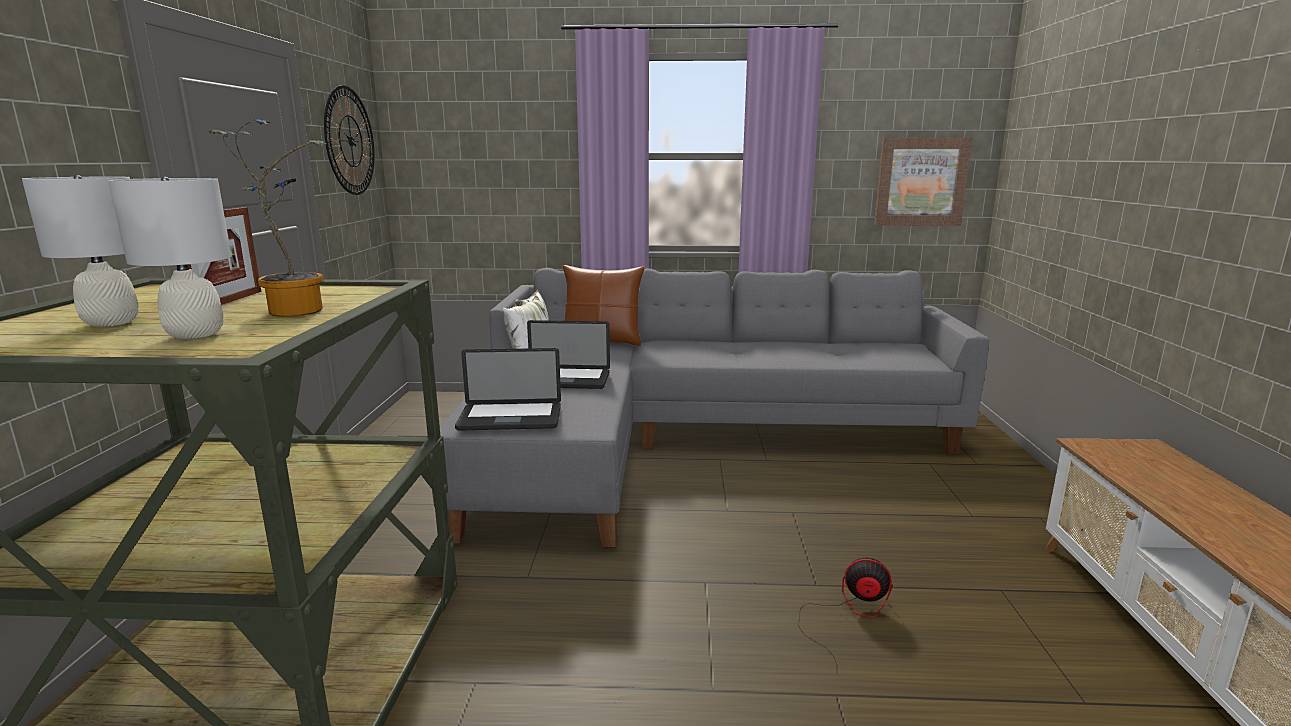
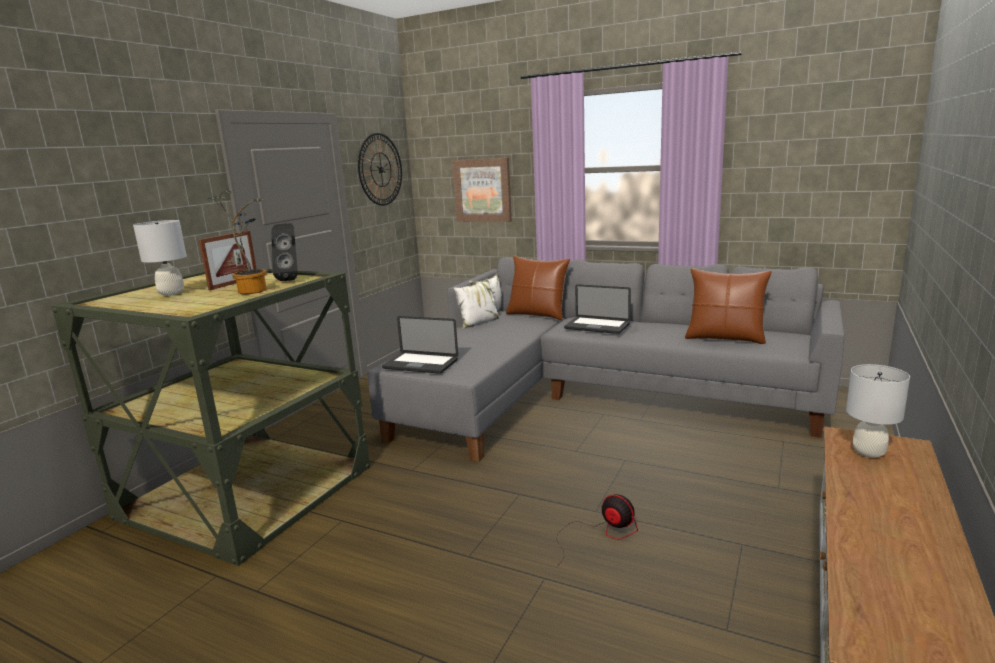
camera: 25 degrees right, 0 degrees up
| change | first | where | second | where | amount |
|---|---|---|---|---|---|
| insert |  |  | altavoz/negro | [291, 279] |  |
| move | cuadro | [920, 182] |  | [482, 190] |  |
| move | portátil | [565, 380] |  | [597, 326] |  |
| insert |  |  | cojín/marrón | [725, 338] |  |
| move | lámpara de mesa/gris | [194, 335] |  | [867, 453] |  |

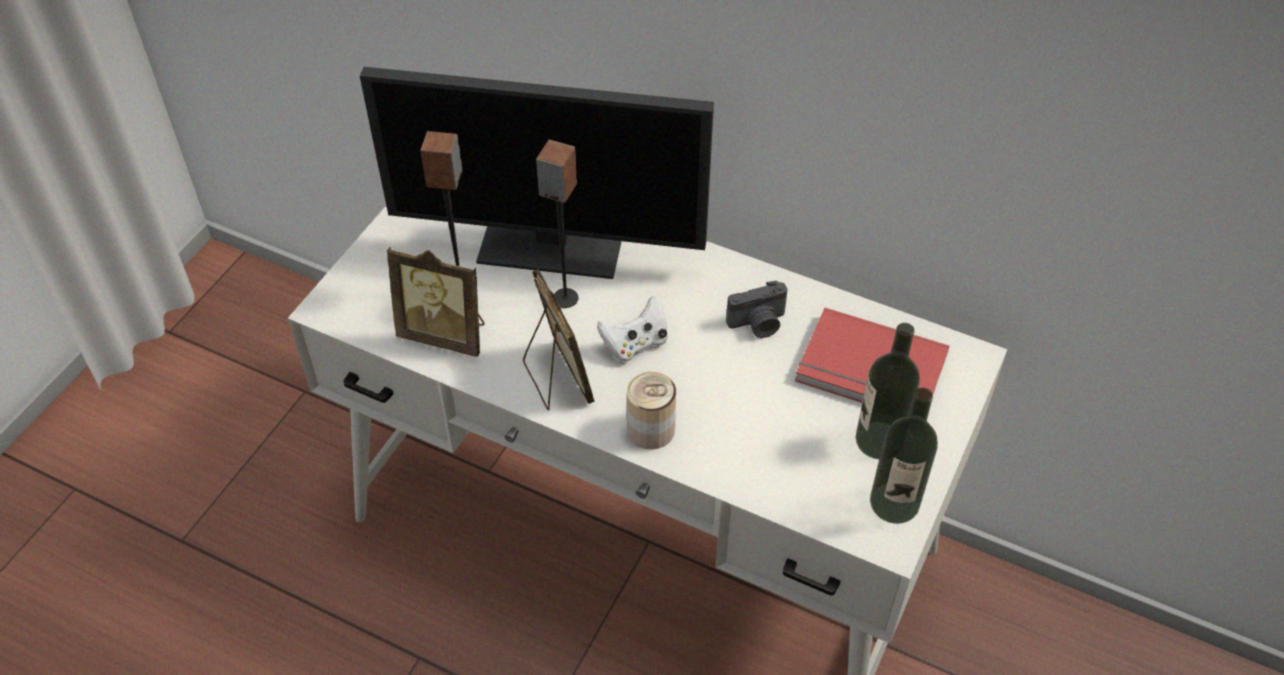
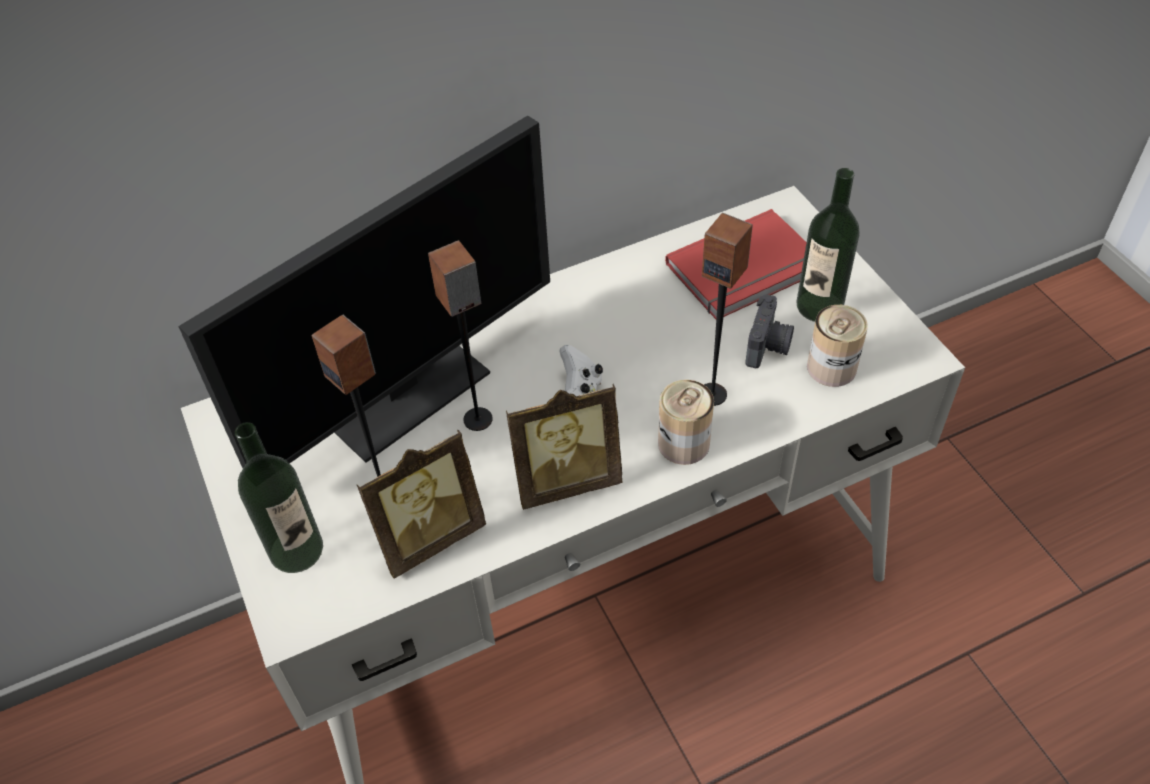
camera: 50 degrees left, 0 degrees up
| change | first | where | second | where | amount |
|---|---|---|---|---|---|
| move | botella | [894, 503] |  | [296, 550] |  |
| rotate | portarretratos | [556, 379] |  | [566, 480] | 150 degrees clockwise |
| insert |  |  | altavoz | [712, 394] |  |
| move | cámara | [758, 324] |  | [768, 346] |  |
| insert |  |  | lata | [831, 367] |  |

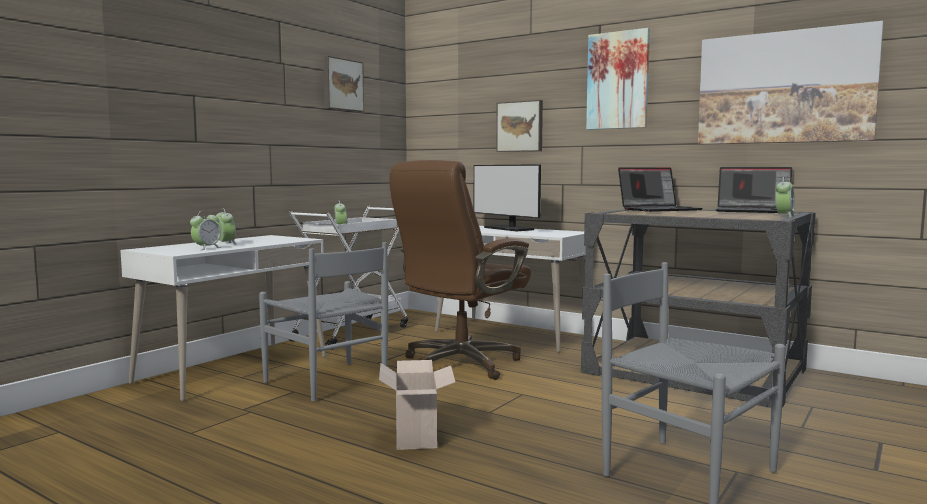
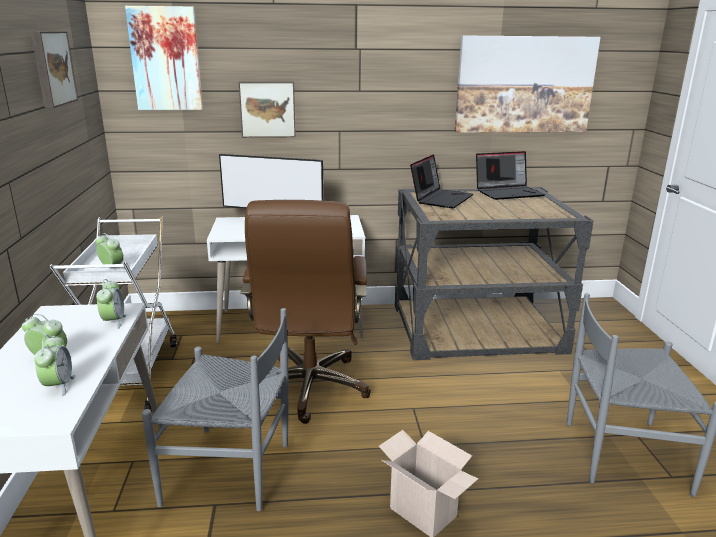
camera: 40 degrees left, 15 degrees up
| change | first | where | second | where | amount |
|---|---|---|---|---|---|
| move | despertador | [784, 216] |  | [113, 321] |  |
| move | cuadro | [618, 80] |  | [166, 59] |  |

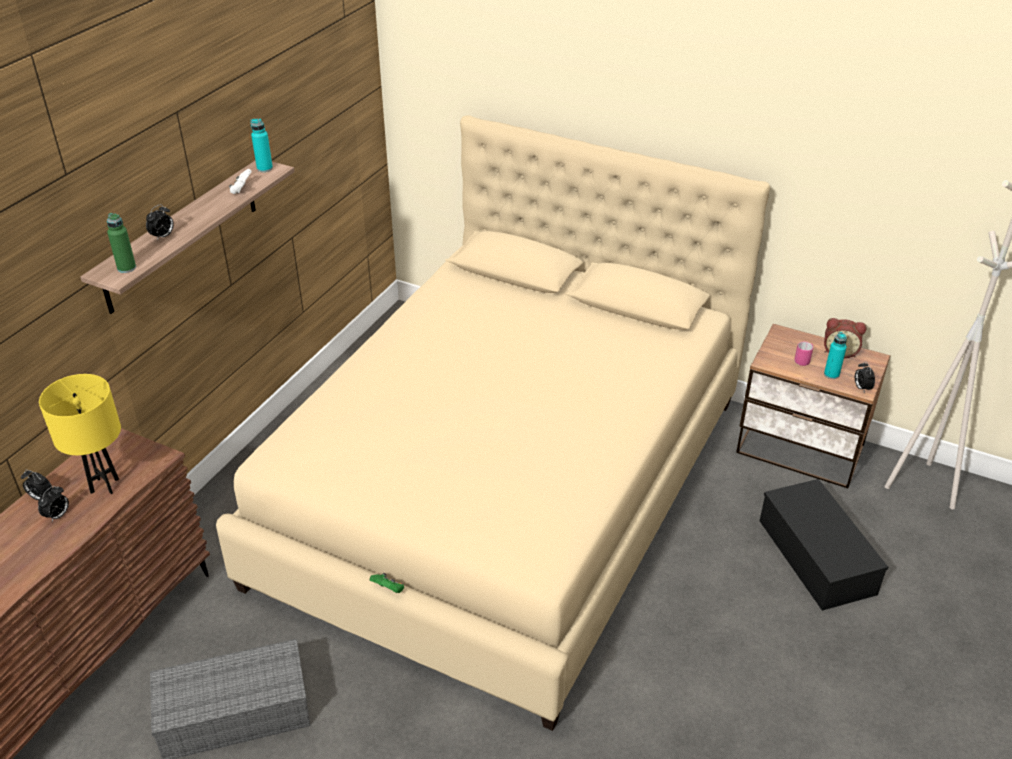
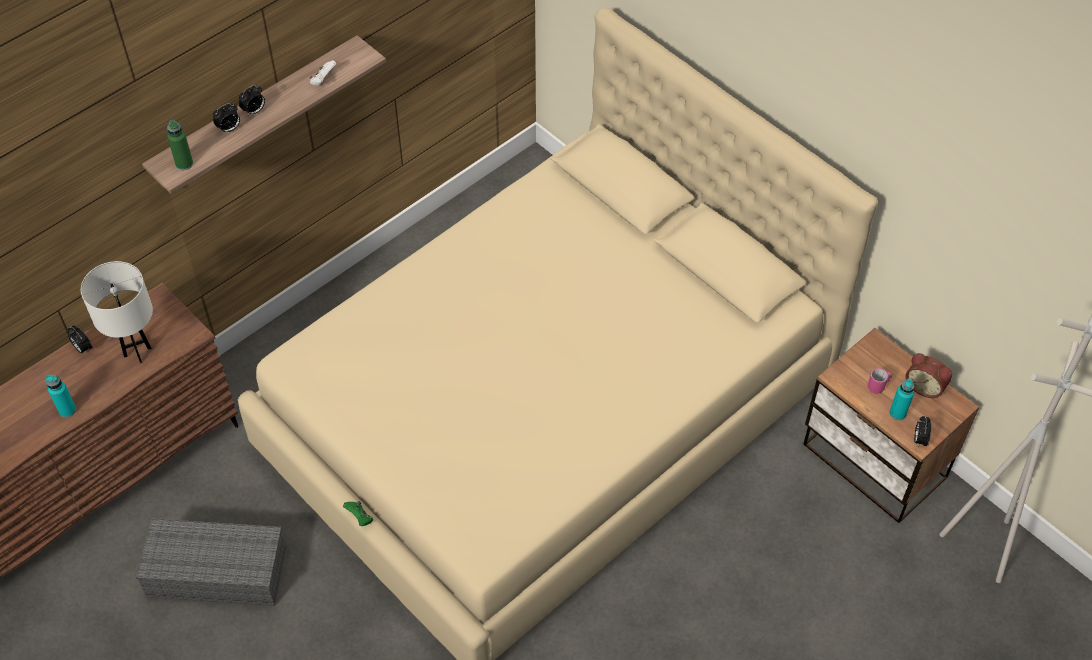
camera: 20 degrees right, 15 degrees up
| change | first | where | second | where | amount |
|---|---|---|---|---|---|
| move | botella/turquesa | [264, 168] |  | [67, 410] |  |
| recolor | lámpara de mesa/amarillo | [105, 486] | lámpara de mesa/blanco | [138, 352] |  |
| move | despertador | [58, 516] |  | [254, 111] |  |
| delete | caja de almacenaje/negro | [818, 557] |  |  |  |

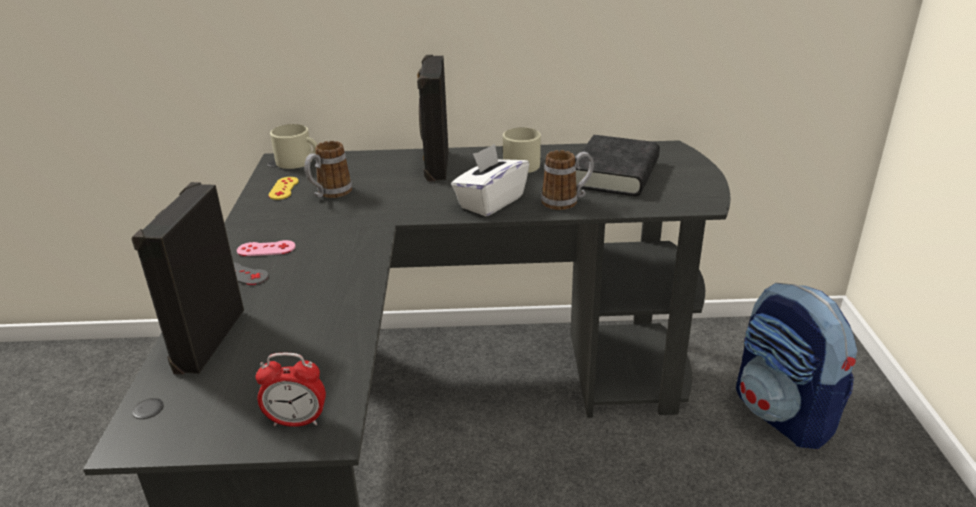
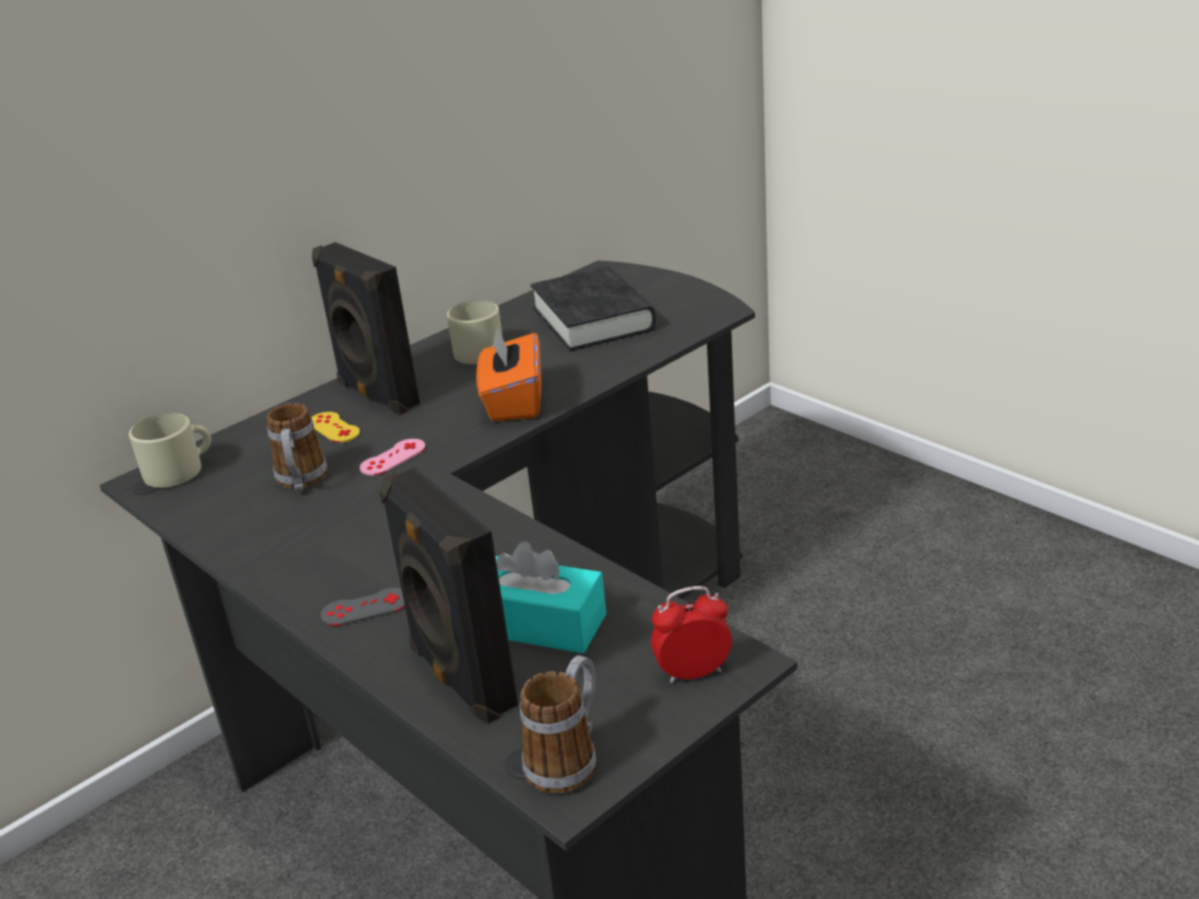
camera: 40 degrees left, 0 degrees up
| change | first | where | second | where | amount |
|---|---|---|---|---|---|
| move | mando de consola/amarillo | [284, 188] |  | [334, 428] |  |
| move | mando de consola/rosa | [266, 249] |  | [393, 457] |  |
| recolor | caja de pañuelos/blanco | [490, 202] | caja de pañuelos/naranja | [513, 402] |  |
| insert |  |  | caja de pañuelos/turquesa | [539, 624] |  |
| move | taza grande | [566, 201] |  | [569, 758] |  |
| rotate | despertador | [297, 421] |  | [693, 673] | 150 degrees counterclockwise |
| delete | mochila | [784, 414] |  |  |  |

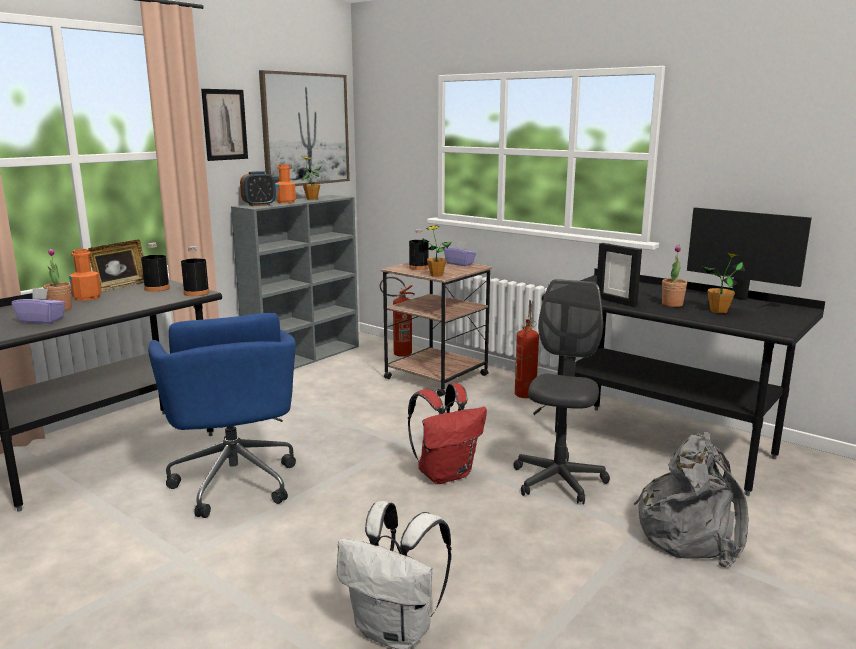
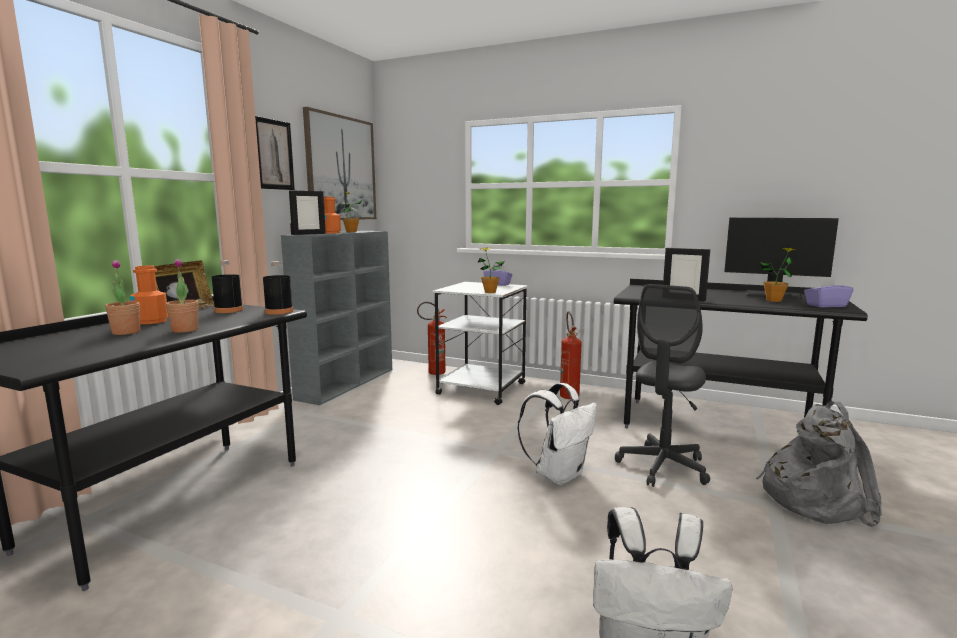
camera: 15 degrees left, 5 degrees down
| change | first | where | second | where | amount |
|---|---|---|---|---|---|
| move | planta en maceta | [672, 304] |  | [185, 330] |  |
| replace | despertador | [259, 205] | portarretratos | [308, 234] |  |
| recolor | carrito/marrón | [437, 377] | carrito/blanco | [483, 389] |  |
| recolor | mochila/rojo | [445, 474] | mochila/blanco | [559, 474] |  |
| rotate | silla de oficina/gris | [558, 481] |  | [662, 467] | 150 degrees counterclockwise |
| move | caja de pañuelos/morado | [42, 320] |  | [825, 305] |  |
| delete | silla de oficina/azul | [234, 481] |  |  |  |
| delete | botella/negro | [418, 268] |  |  |  |

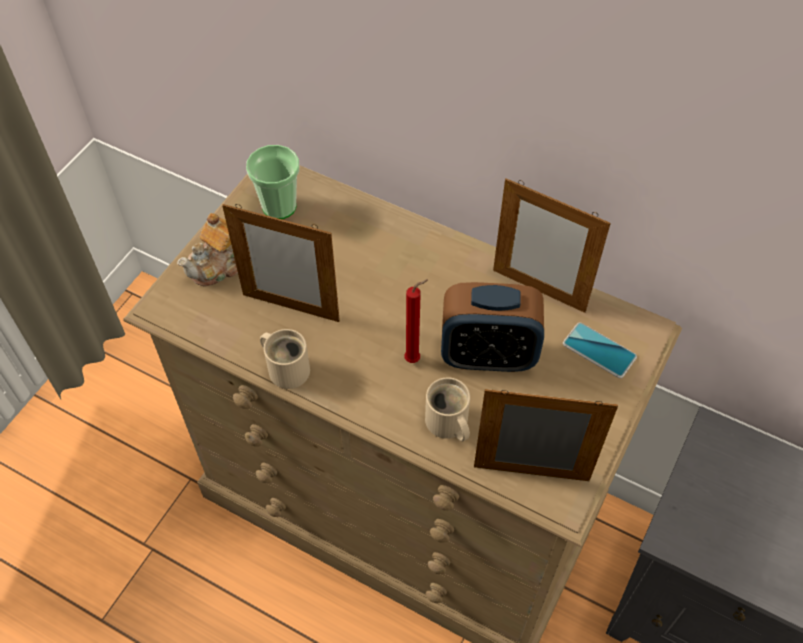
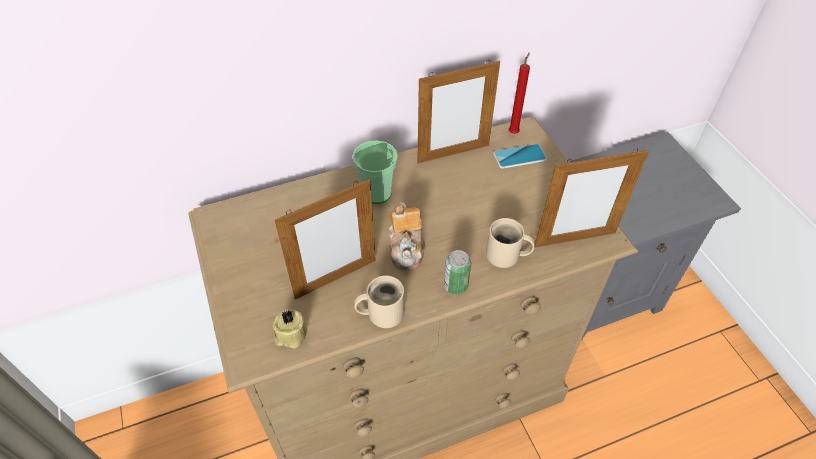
camera: 50 degrees left, 5 degrees down
| change | first | where | second | where | amount |
|---|---|---|---|---|---|
| insert |  |  | vela/beis | [290, 335] |  |
| move | taza | [279, 206] |  | [377, 193] |  |
| move | tetera | [219, 265] |  | [406, 248] |  |
| insert |  |  | lata | [455, 285] |  |
| move | vela/rojo | [415, 359] |  | [514, 132] |  |
| rotate | portarretratos | [531, 473] |  | [575, 239] | 150 degrees counterclockwise |
| delete | despertador | [488, 355] |  |  |  |

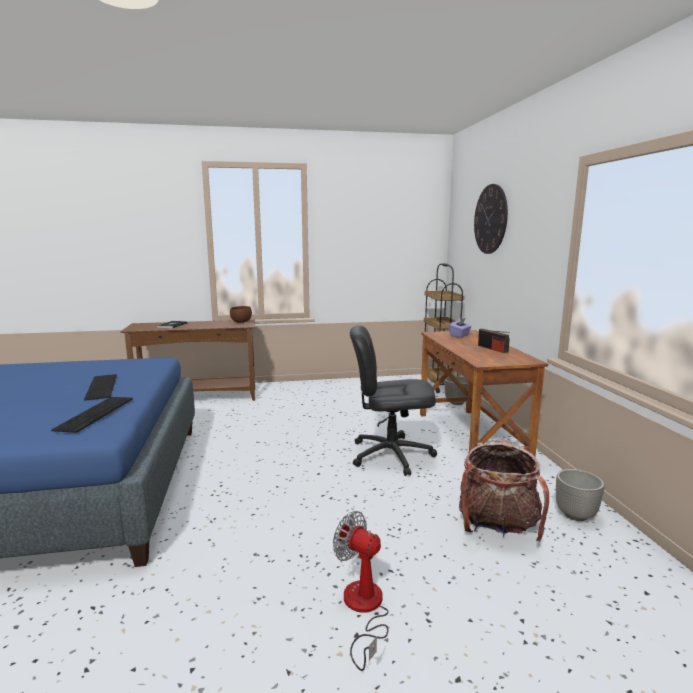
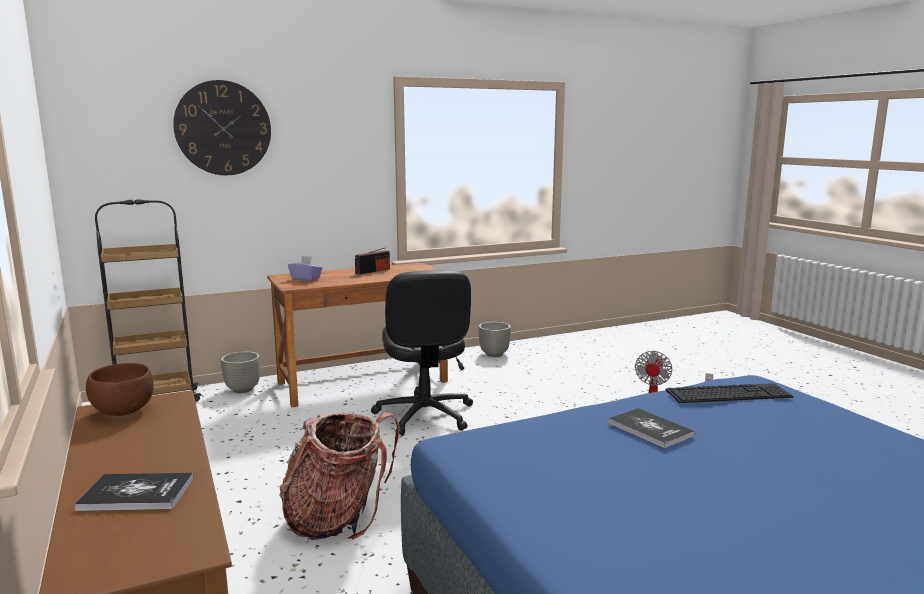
camera: 105 degrees left, 0 degrees up
| change | first | where | second | where | amount |
|---|---|---|---|---|---|
| move | mochila | [497, 527] |  | [338, 519] |  |
| replace | teclado | [101, 387] | libro | [650, 429] |  |

